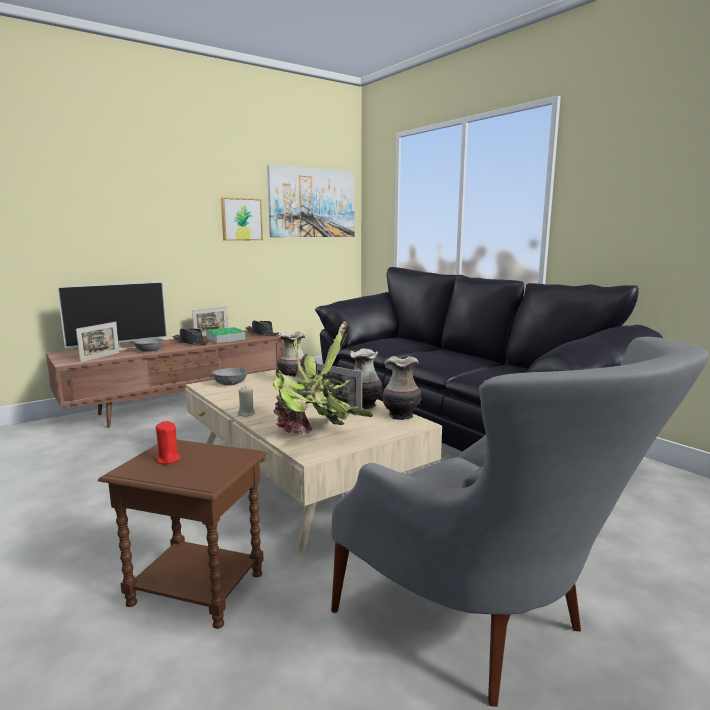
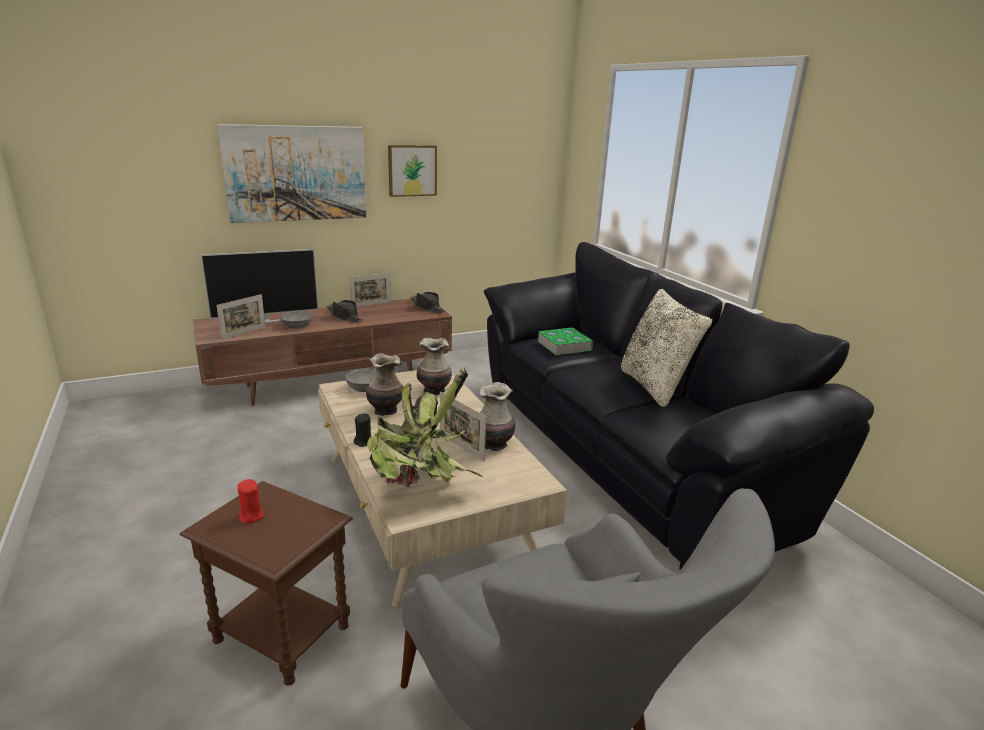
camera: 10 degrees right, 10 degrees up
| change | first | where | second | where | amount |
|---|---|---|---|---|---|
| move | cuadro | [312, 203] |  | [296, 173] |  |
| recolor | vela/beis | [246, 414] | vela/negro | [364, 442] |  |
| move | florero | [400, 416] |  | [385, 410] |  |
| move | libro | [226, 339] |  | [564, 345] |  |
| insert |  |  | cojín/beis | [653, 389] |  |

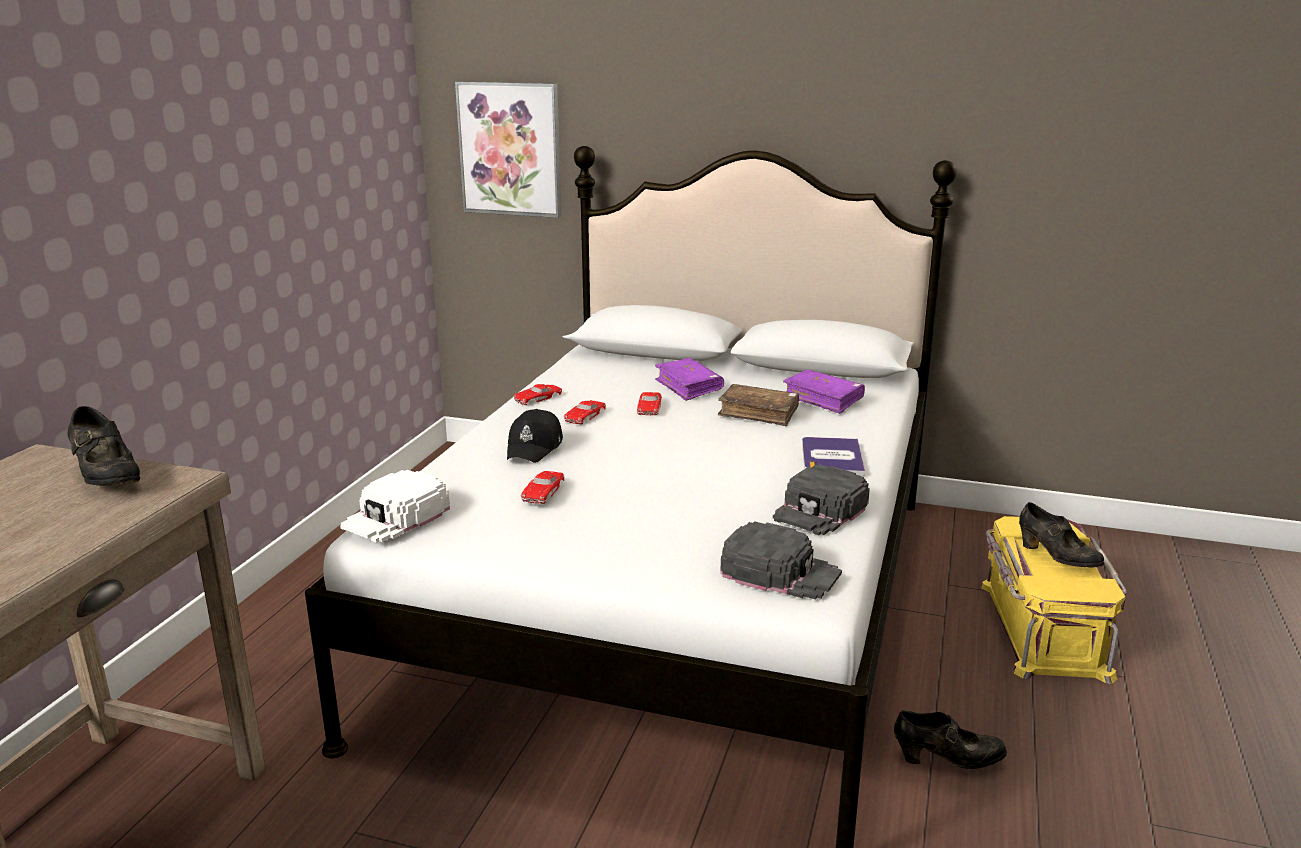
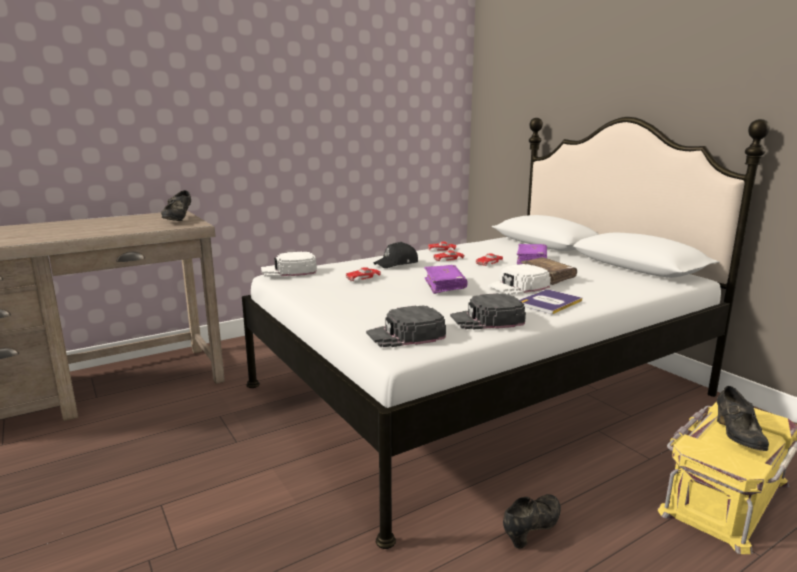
camera: 40 degrees right, 5 degrees down
| change | first | where | second | where | amount |
|---|---|---|---|---|---|
| rotate | gorra/negro | [780, 571] |  | [406, 335] | 90 degrees clockwise |
| move | libro/morado | [823, 399] |  | [444, 285] |  |
| insert |  |  | gorra/blanco | [518, 286] |  |
| rotate | zapato/negro | [947, 761] |  | [532, 530] | 90 degrees counterclockwise |
| delete | cuadro | [510, 149] |  |  |  |

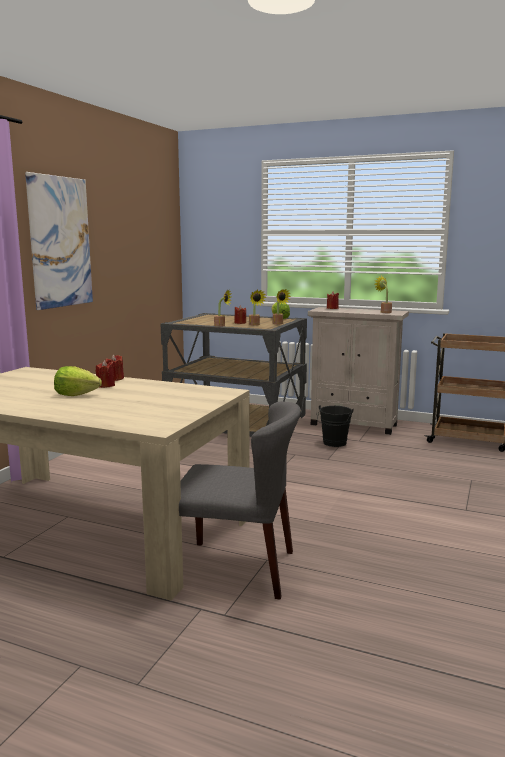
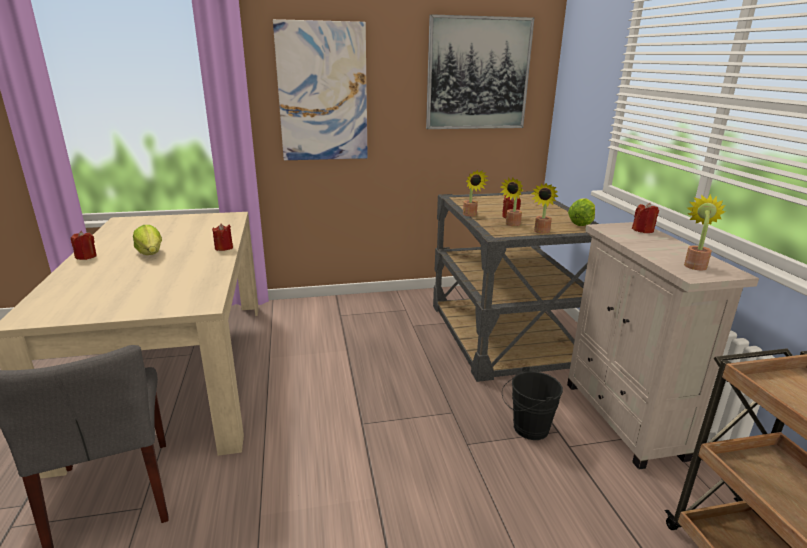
camera: 55 degrees right, 10 degrees up
| change | first | where | second | where | amount |
|---|---|---|---|---|---|
| move | vela/rojo | [105, 386] |  | [86, 256] |  |
| insert |  |  | cuadro | [478, 74] |  |

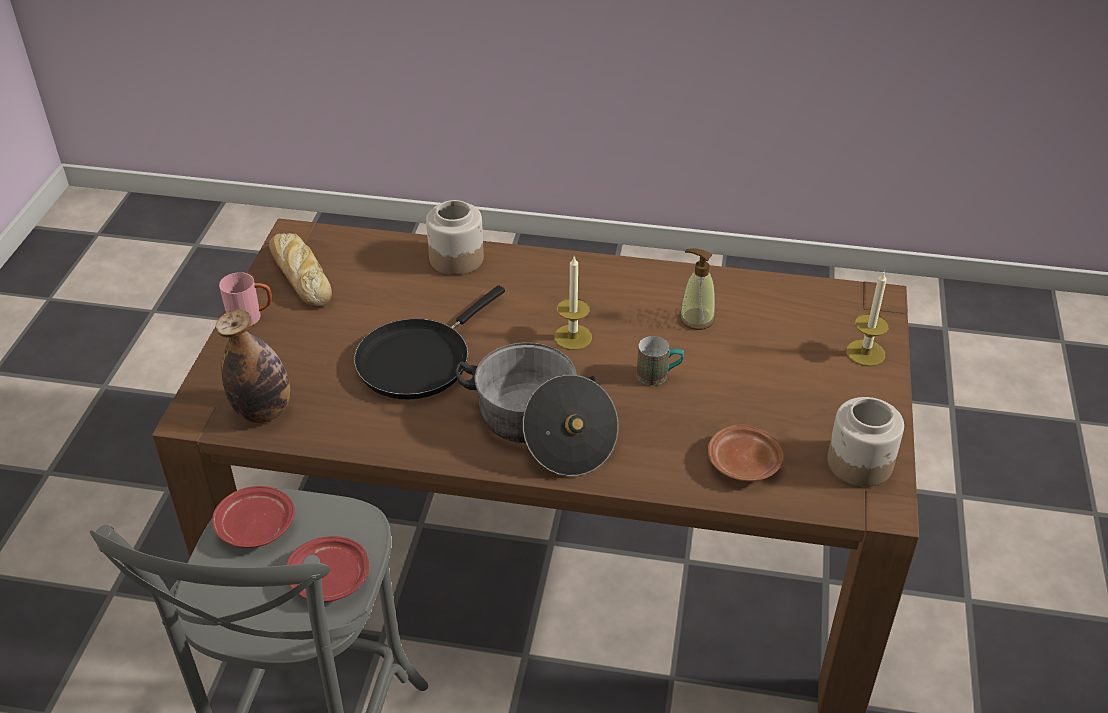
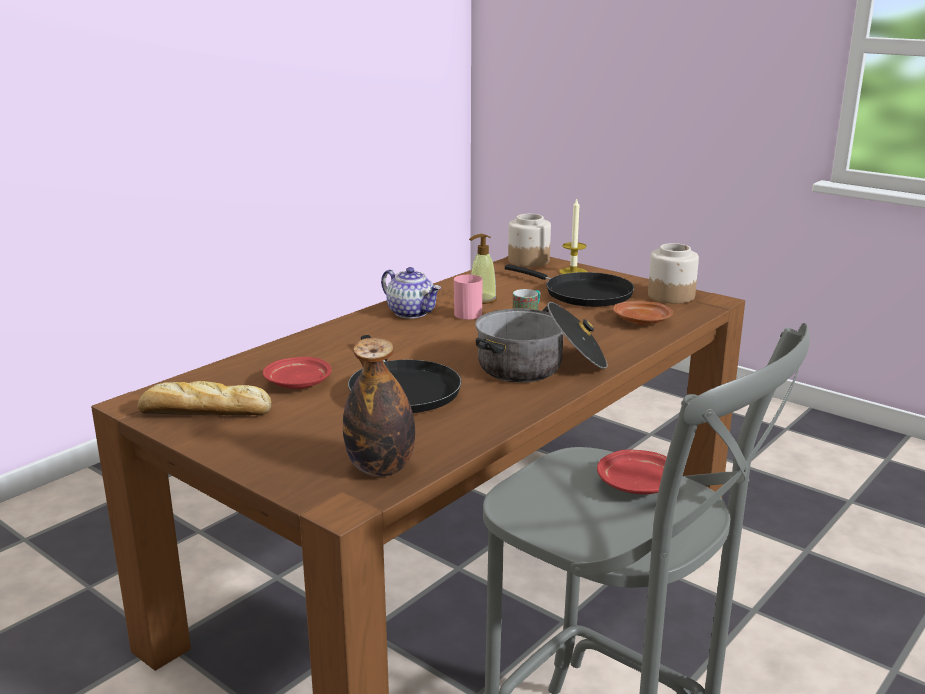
camera: 60 degrees left, 20 degrees down
| change | first | where | second | where | amount |
|---|---|---|---|---|---|
| move | plato/rojo | [254, 527] |  | [298, 383] |  |
| insert |  |  | tetera | [412, 313] |  |
| move | taza grande/rosa | [251, 317] |  | [470, 313] |  |
| insert |  |  | sartén/negro | [582, 294] |  |
| move | tarro | [456, 258] |  | [528, 261] |  |
| delete | vela | [573, 337] |  |  |  |

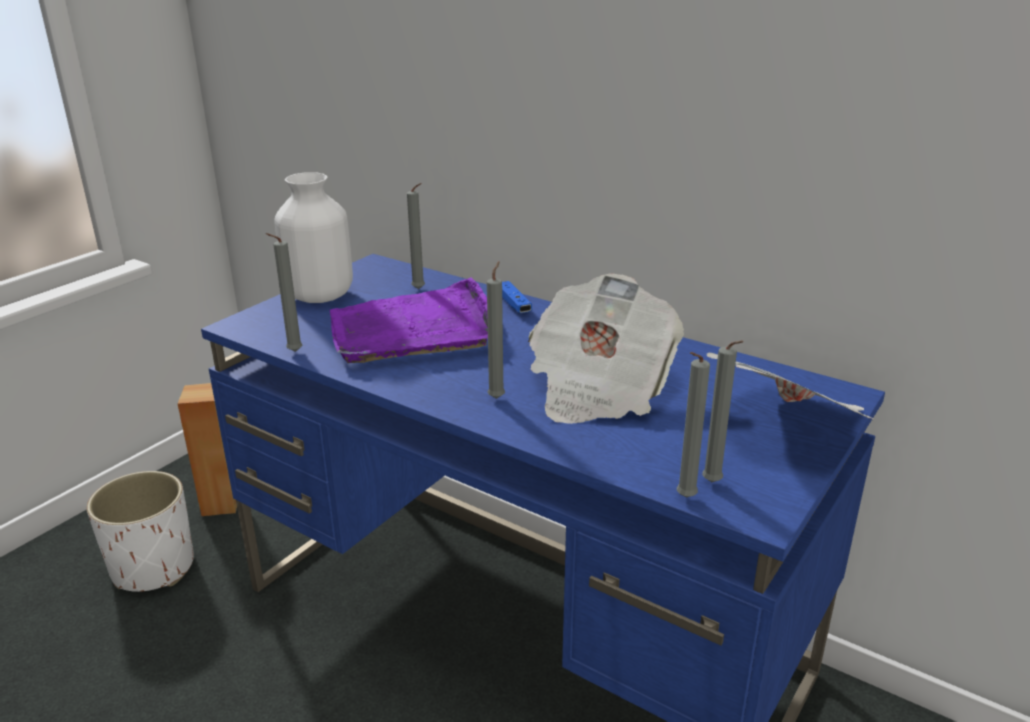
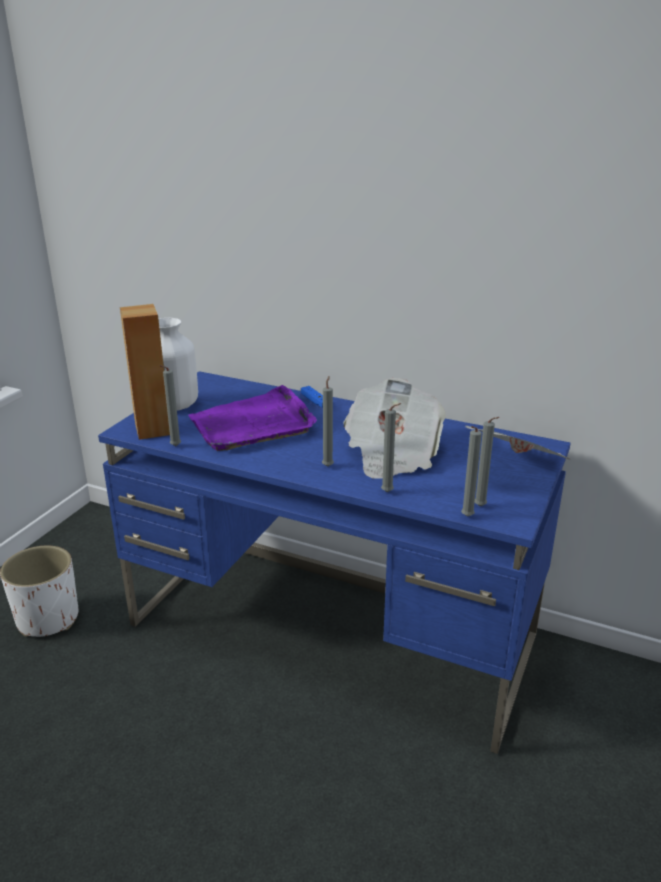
camera: 10 degrees left, 0 degrees up
| change | first | where | second | where | amount |
|---|---|---|---|---|---|
| move | altavoz/marrón | [222, 503] |  | [153, 429] |  |
| move | vela/gris | [420, 290] |  | [389, 492] |  |

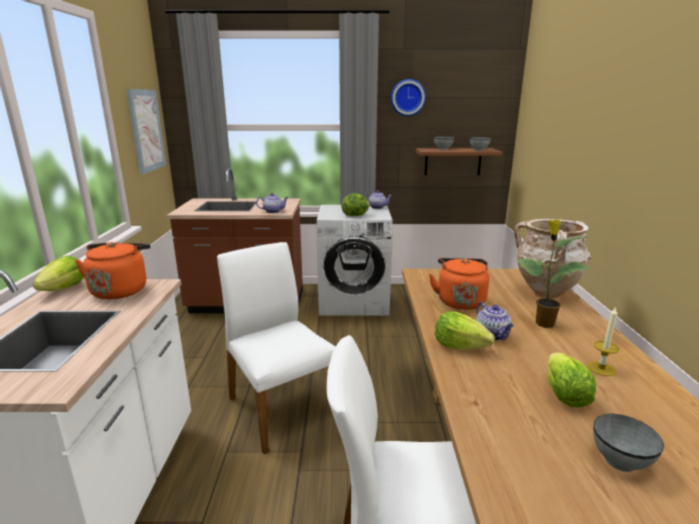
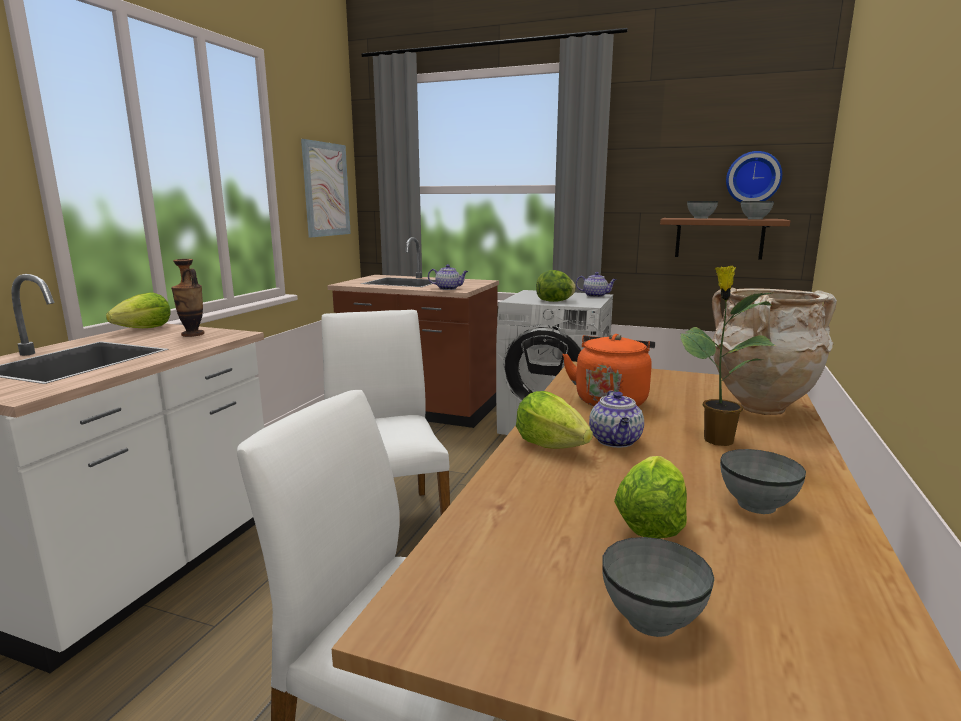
camera: 20 degrees right, 5 degrees down
| change | first | where | second | where | amount |
|---|---|---|---|---|---|
| replace | hervidor/naranja | [120, 290] | florero | [193, 334] |  |
| replace | vela | [601, 368] | cuenco/gris | [755, 504] |  |
| move | reloj de pared | [407, 97] |  | [753, 178] |  |

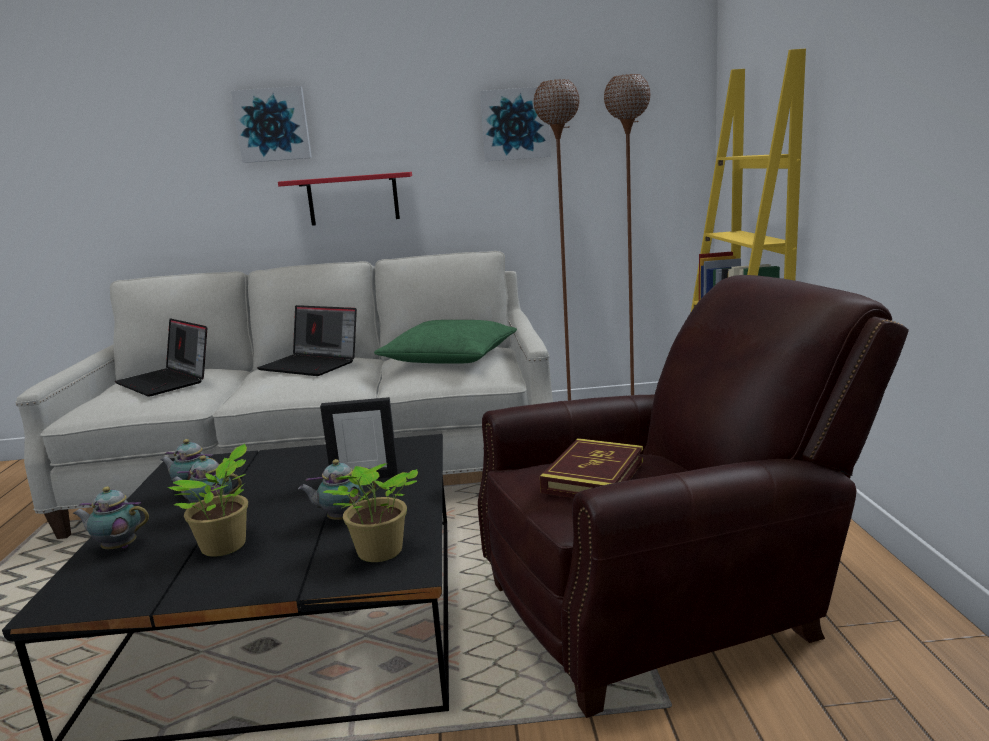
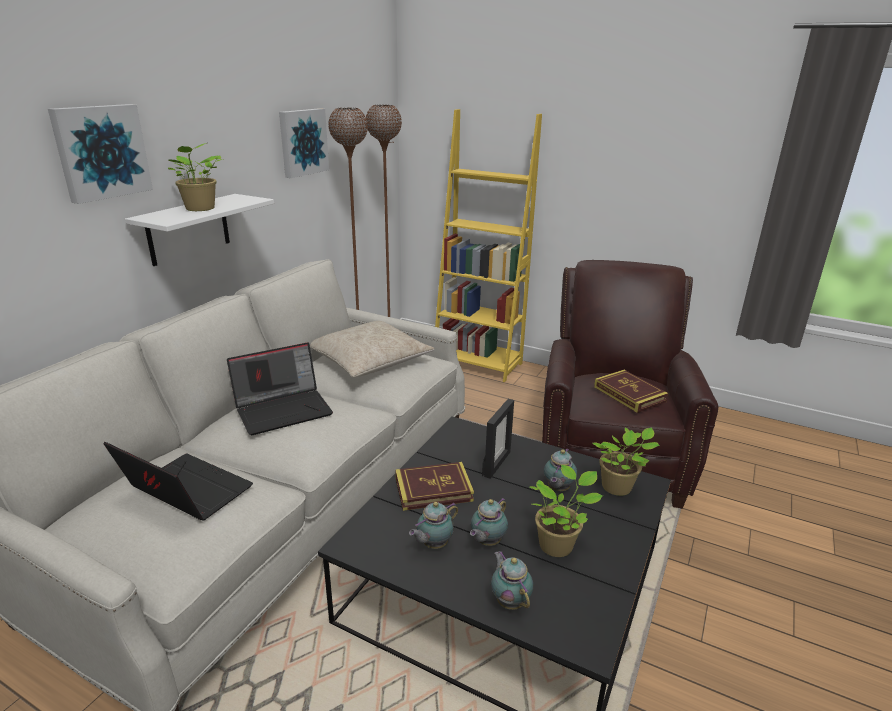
camera: 60 degrees left, 10 degrees up
| change | first | where | second | where | amount |
|---|---|---|---|---|---|
| rotate | portátil | [167, 382] |  | [184, 492] | 135 degrees counterclockwise |
| recolor | estante/rojo | [353, 199] | estante/blanco | [188, 229] |  |
| insert |  |  | planta en maceta | [200, 209] |  |
| recolor | cojín/verde | [450, 357] | cojín/beis | [369, 360] |  |
| insert |  |  | libro | [433, 490] |  |
| rotate | tetera | [118, 547] |  | [509, 601] | 120 degrees clockwise |

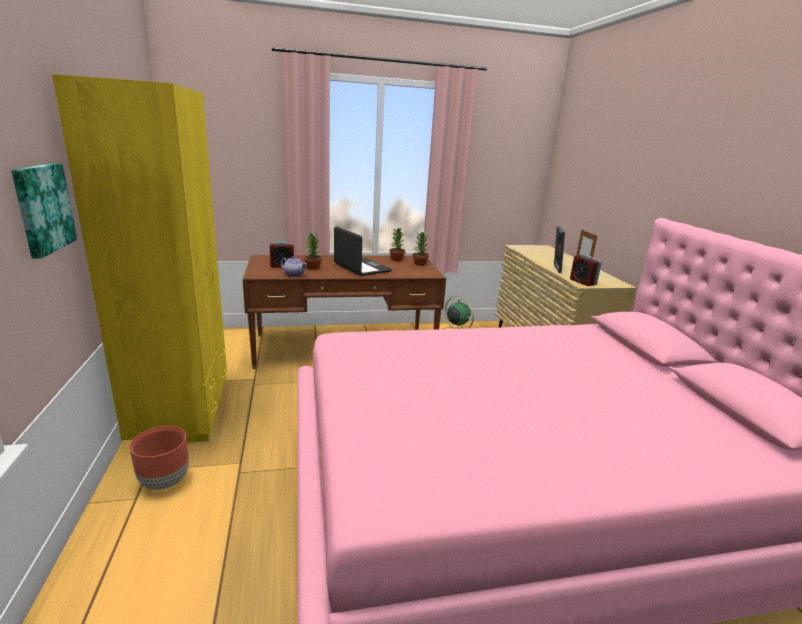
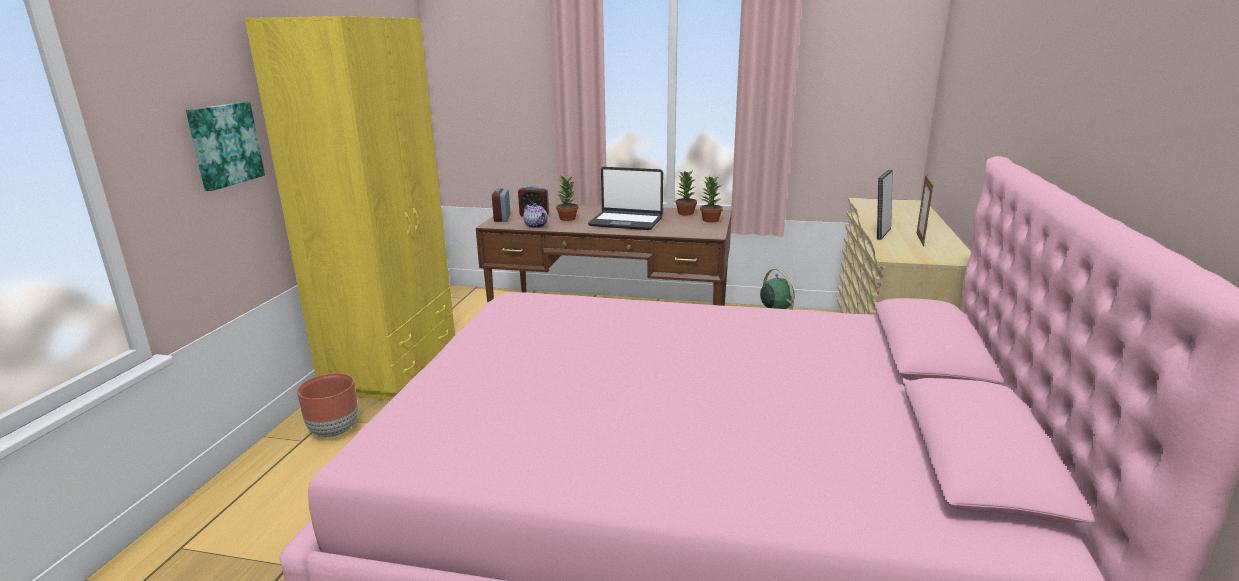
camera: 25 degrees right, 0 degrees up
| change | first | where | second | where | amount |
|---|---|---|---|---|---|
| move | despertador | [582, 282] |  | [502, 218] |  |
| rotate | portátil | [361, 268] |  | [626, 222] | 120 degrees clockwise |

